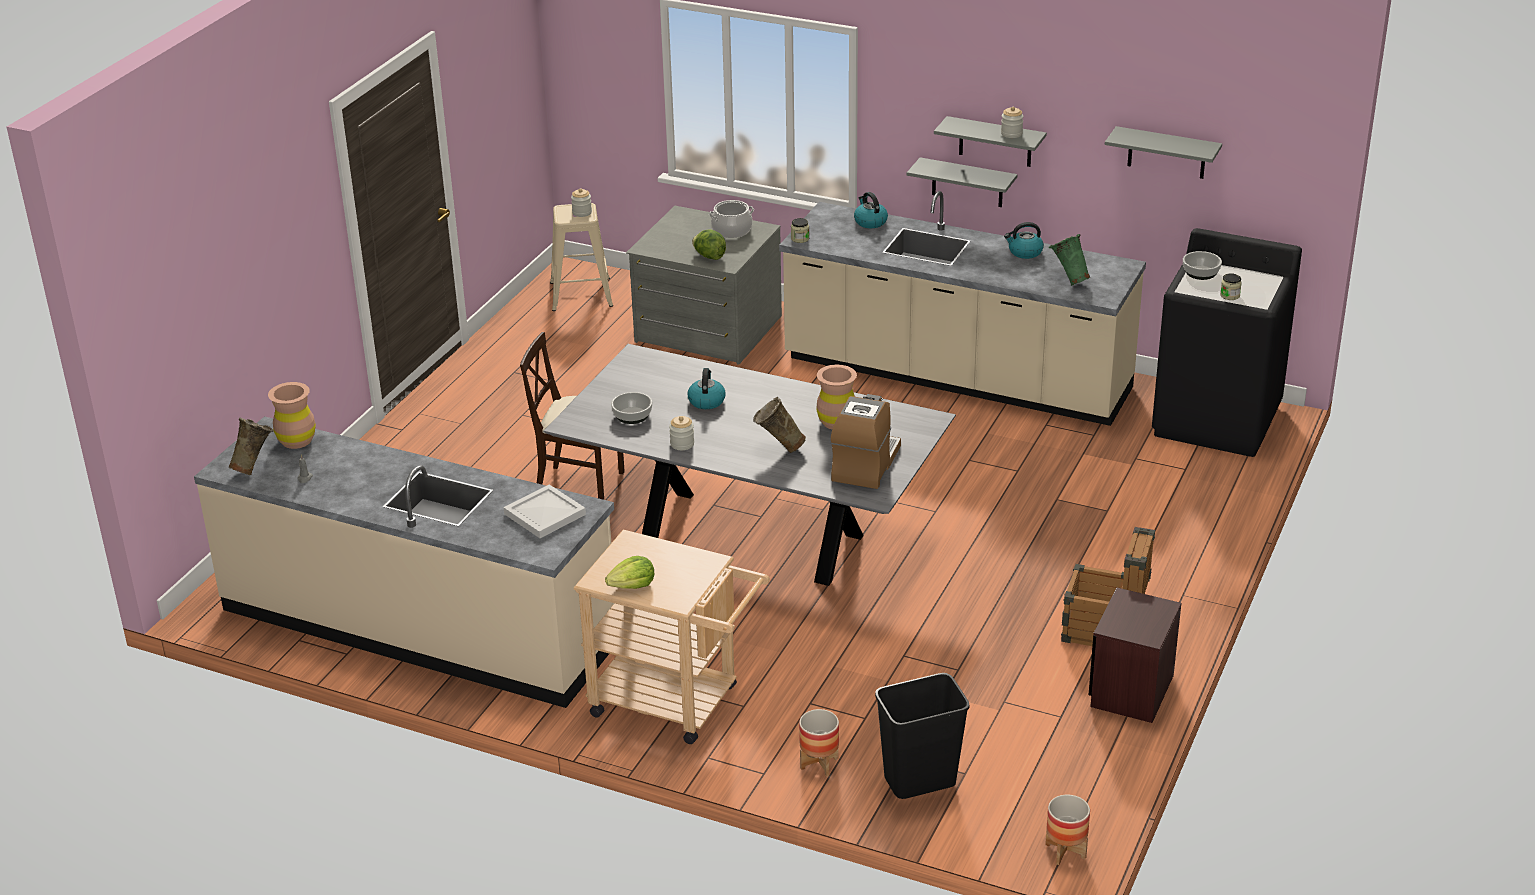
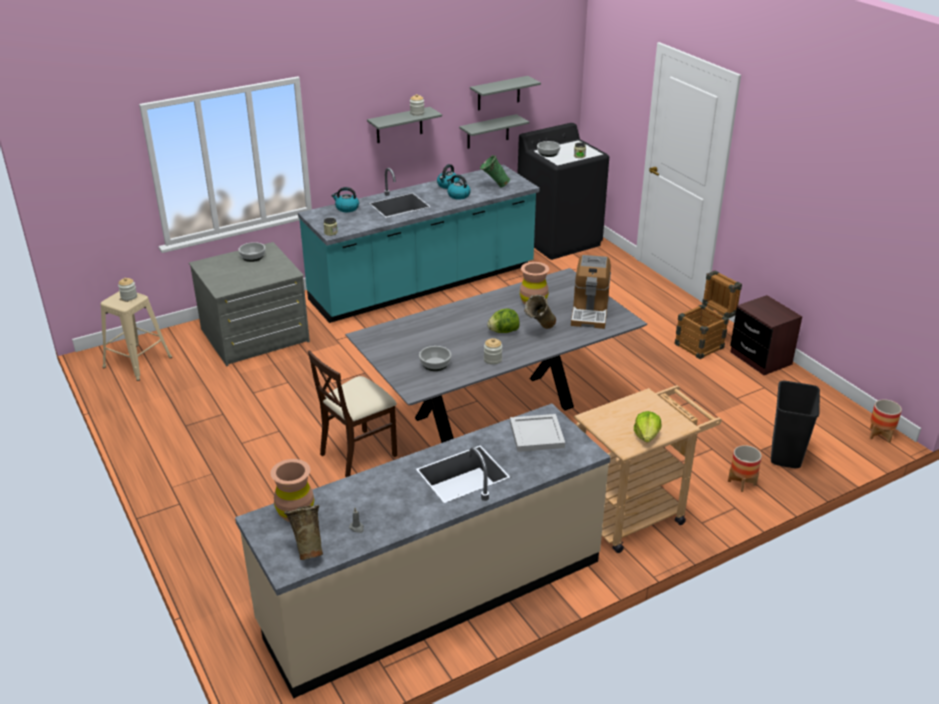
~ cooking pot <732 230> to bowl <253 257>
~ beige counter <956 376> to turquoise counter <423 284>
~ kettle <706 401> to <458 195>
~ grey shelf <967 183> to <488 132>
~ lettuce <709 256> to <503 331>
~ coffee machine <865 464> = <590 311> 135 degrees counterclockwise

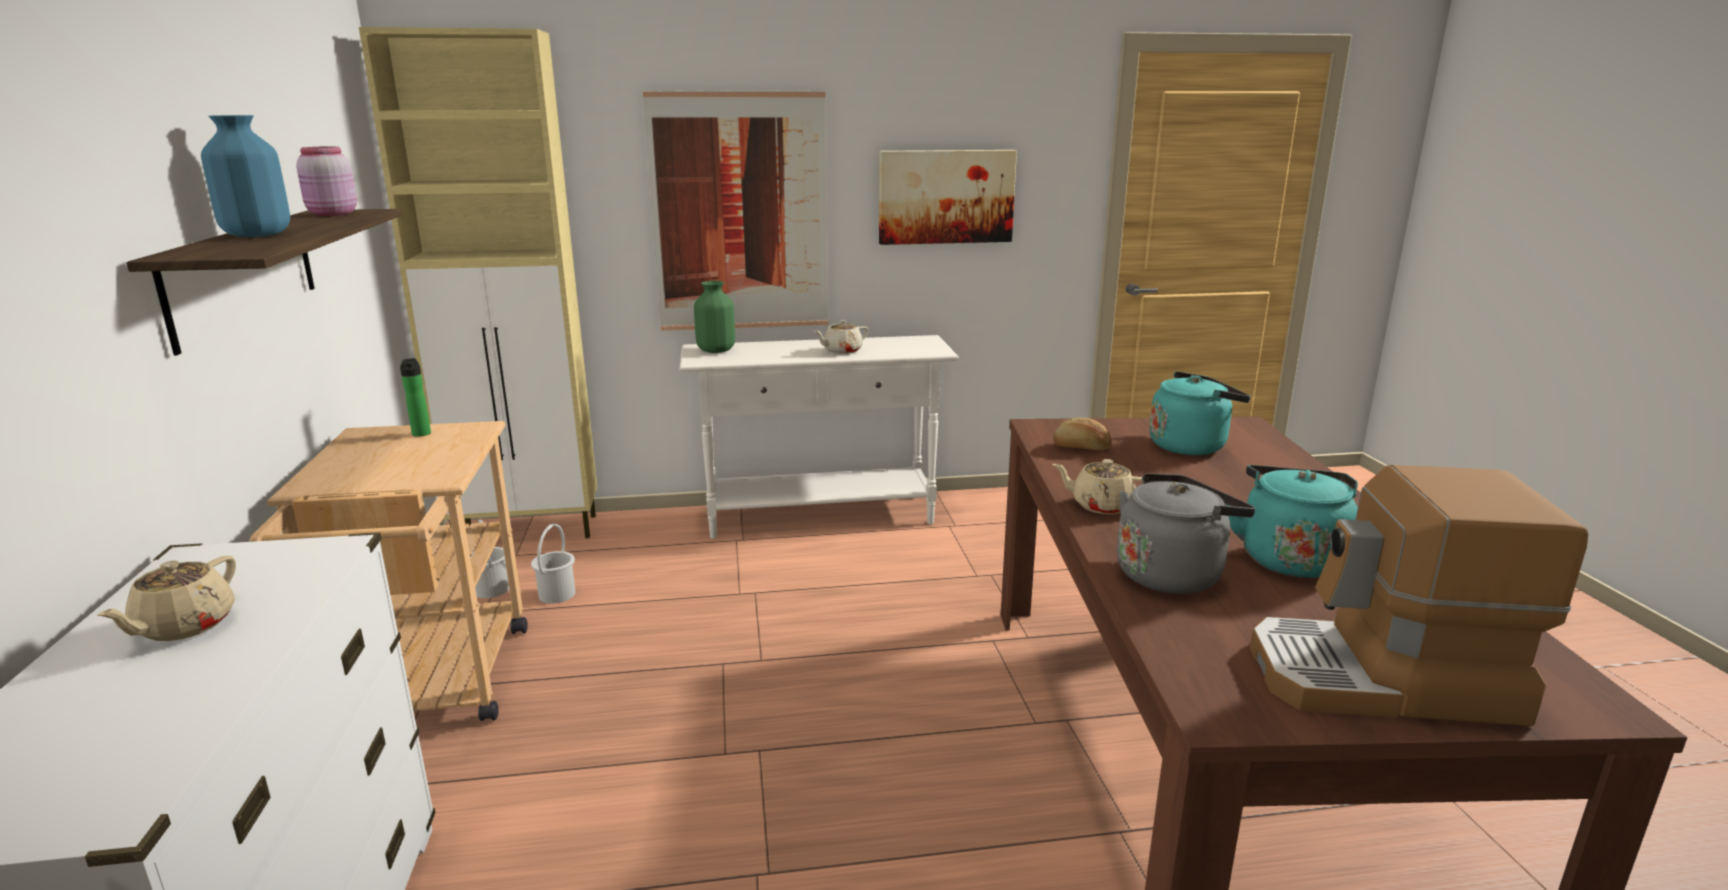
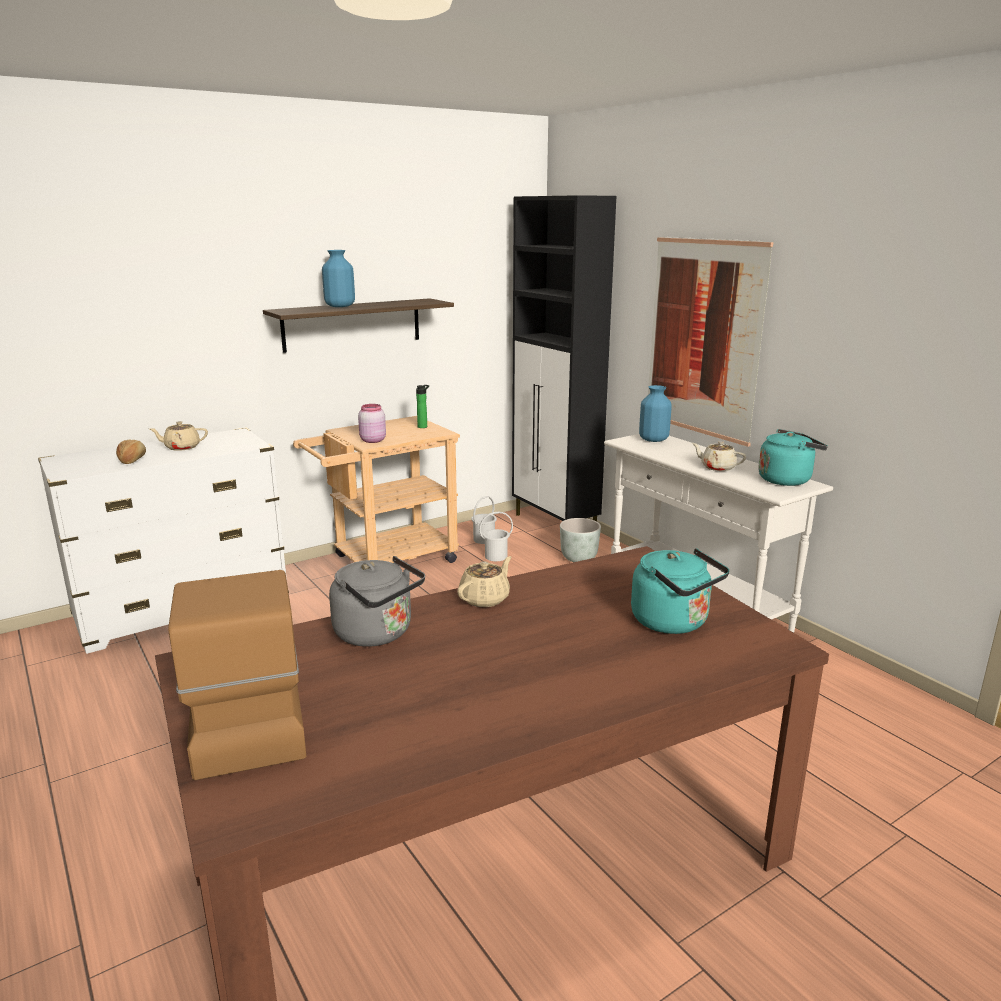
~ bread <1081 448> to <132 460>
~ pink jar <331 214> to <372 440>
~ beige teapot <1101 505> = <485 598> 45 degrees clockwise
~ beige cabinet <529 530> to black cabinet <555 524>
+ grey planter <578 559>
~ green vase <715 350> to blue vase <653 440>
~ turquoise kettle <1289 558> to <787 480>
- picture <946 196>

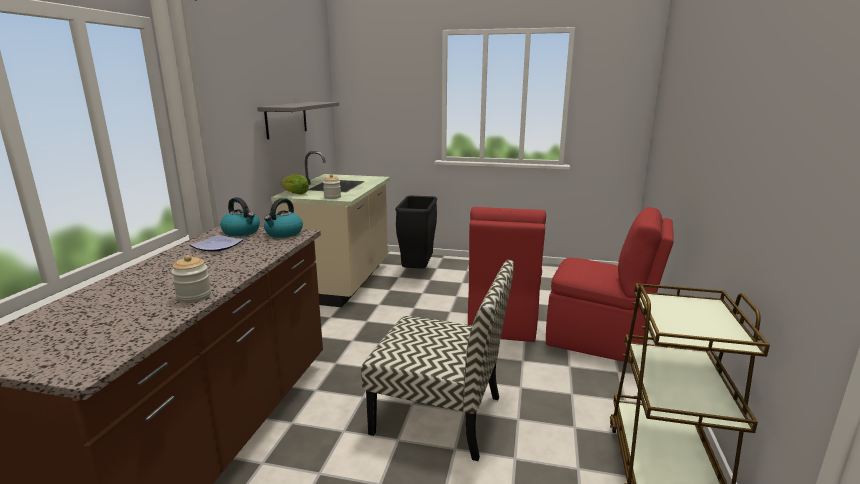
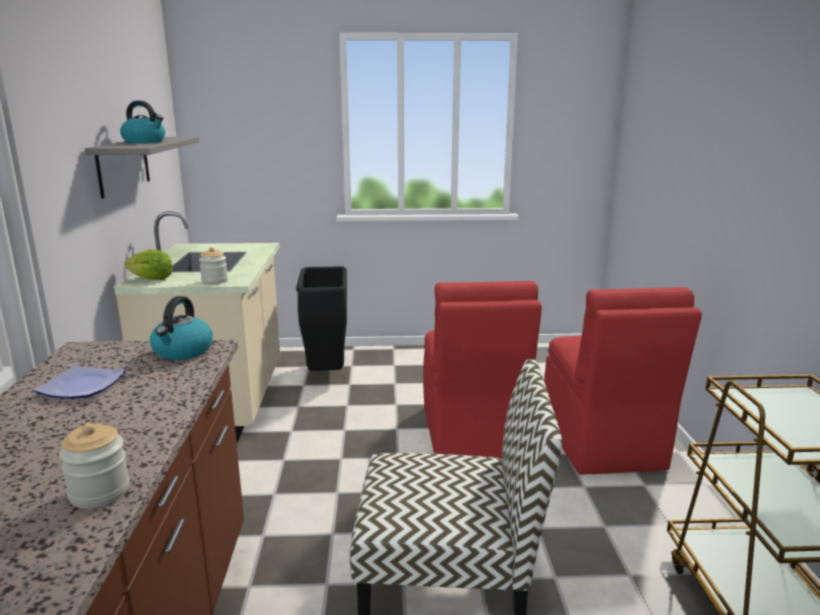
~ kettle <242 232> to <145 142>
~ red chair <598 340> = <602 444> 75 degrees clockwise

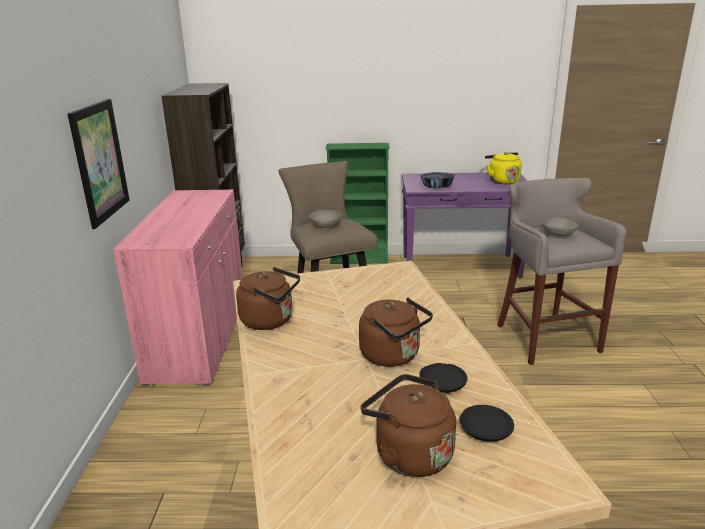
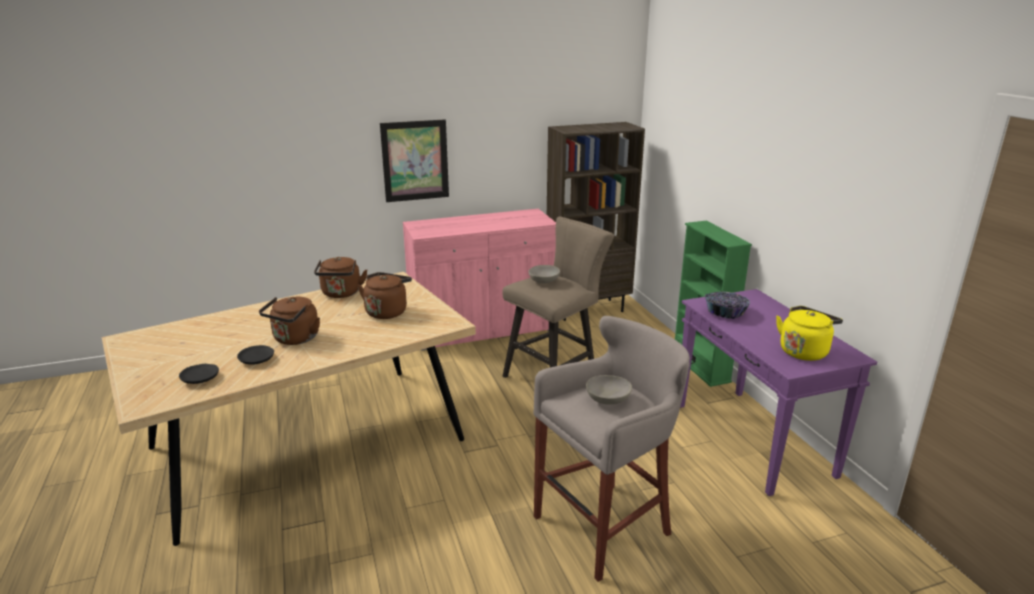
~ brown kettle <409 454> to <387 311>

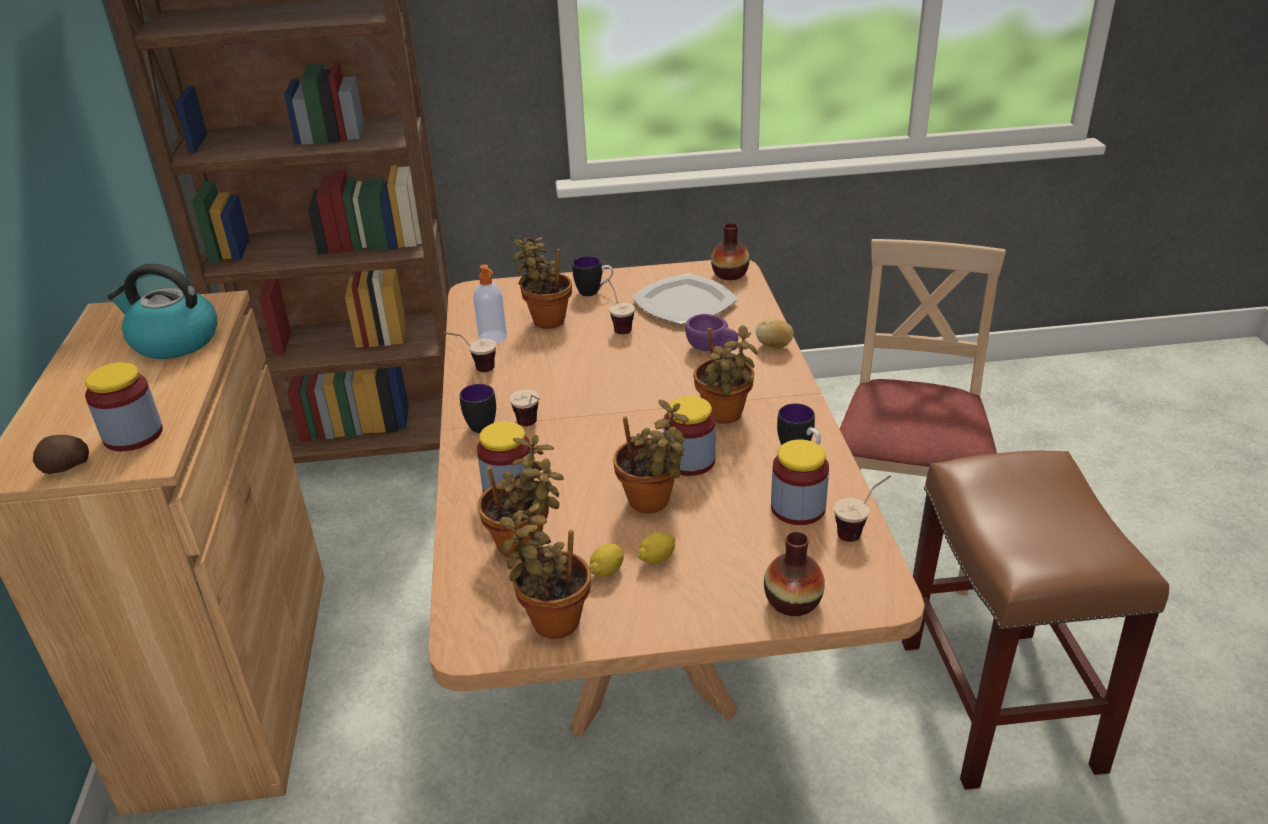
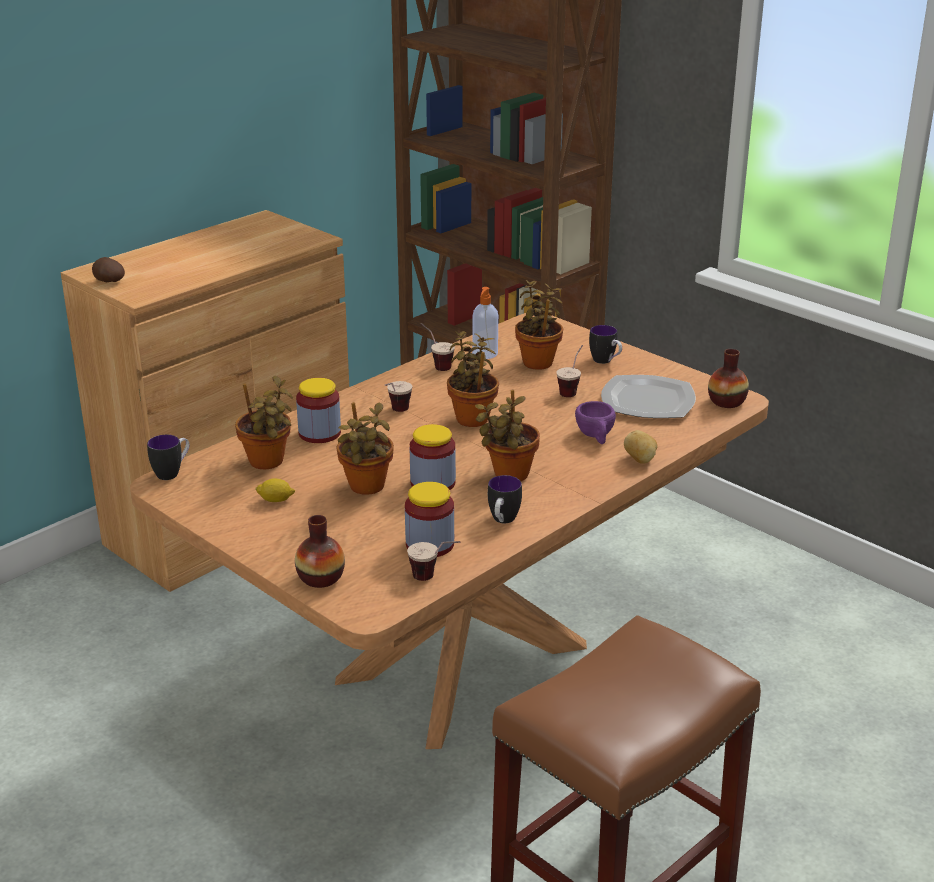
~ mug <481 423> to <172 472>
~ potted plant <552 619> to <472 417>
- jar <133 435>
- kettle <173 341>
- lemon <657 558>
- beige chair <900 539>

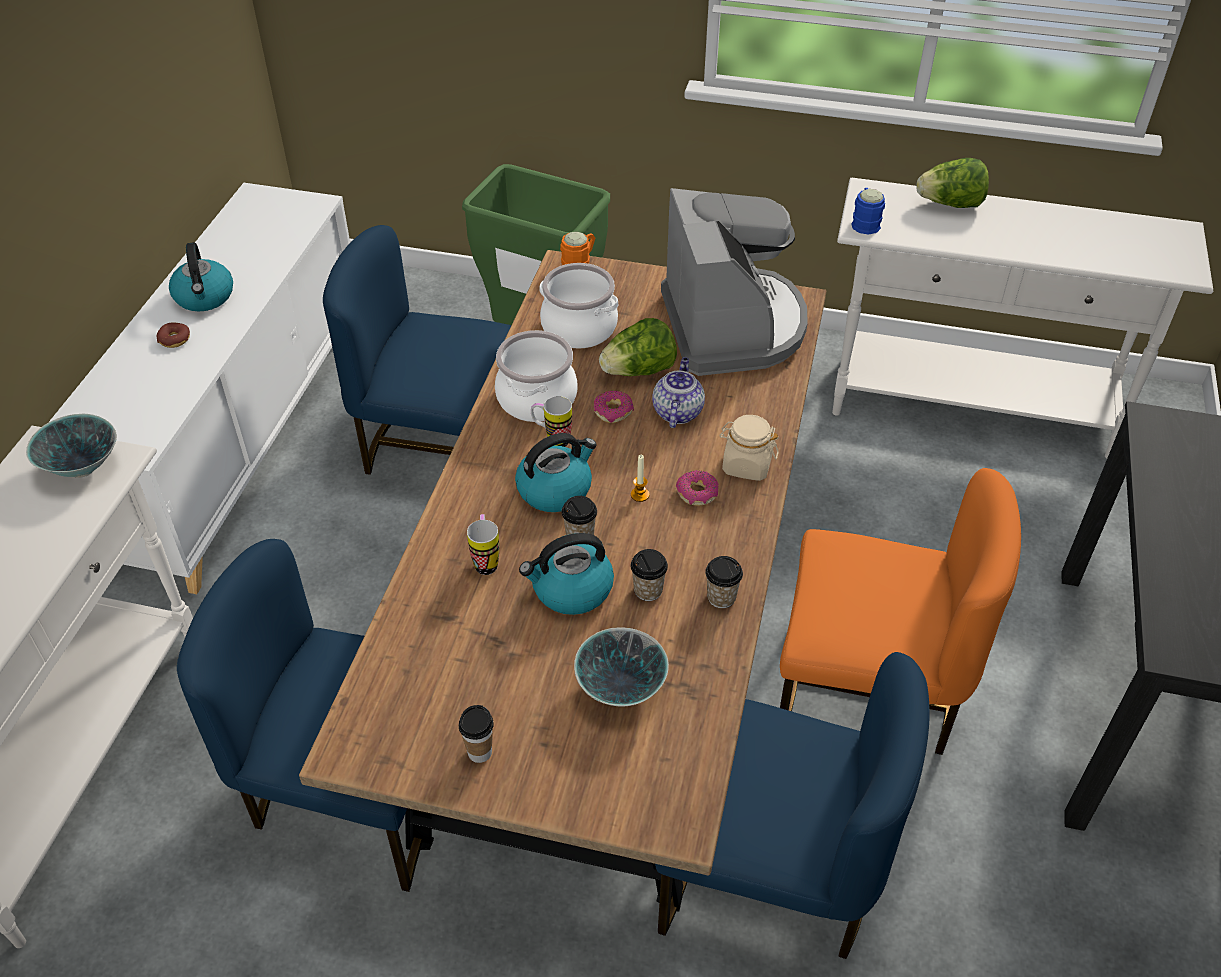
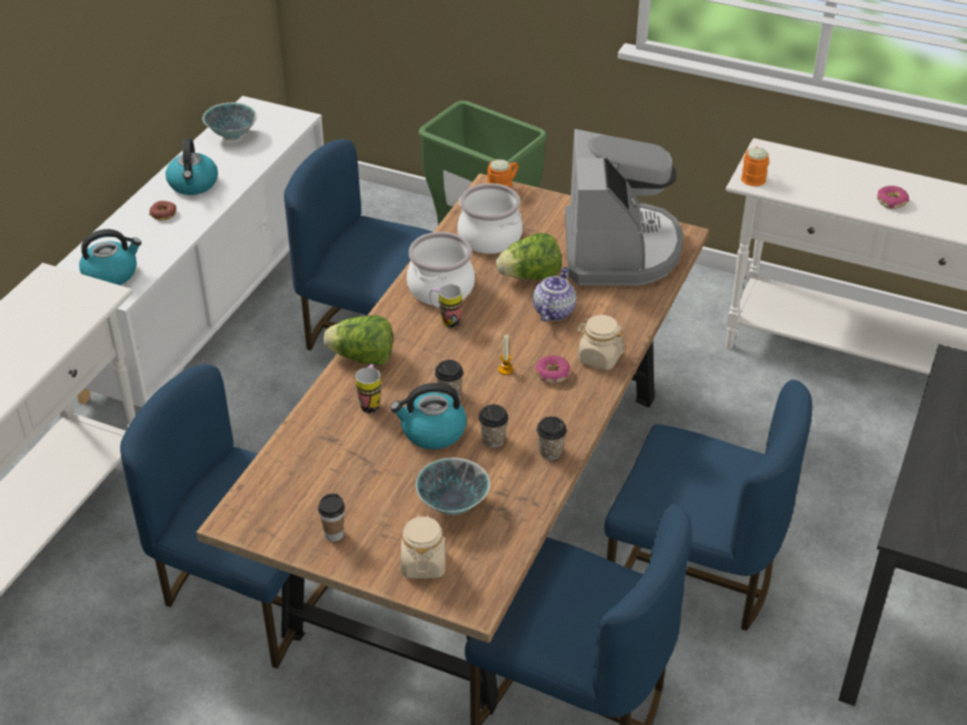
~ kettle <555 489> to <111 274>
~ bowl <81 468> to <231 136>
~ lettuce <950 204> to <362 358>
+ beige jar <423 563>
~ orange chair <865 694> to blue chair <693 575>
~ blue mug <865 222> to orange mug <753 176>
~ donut <613 411> to <891 202>

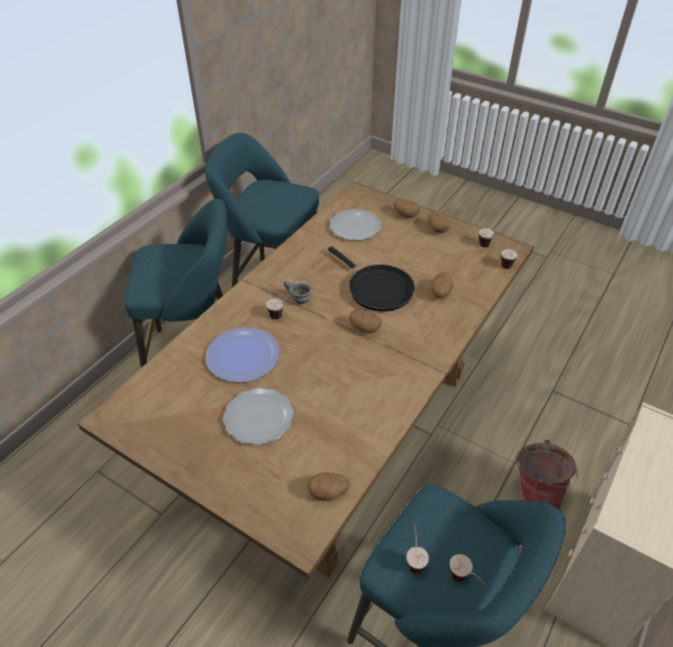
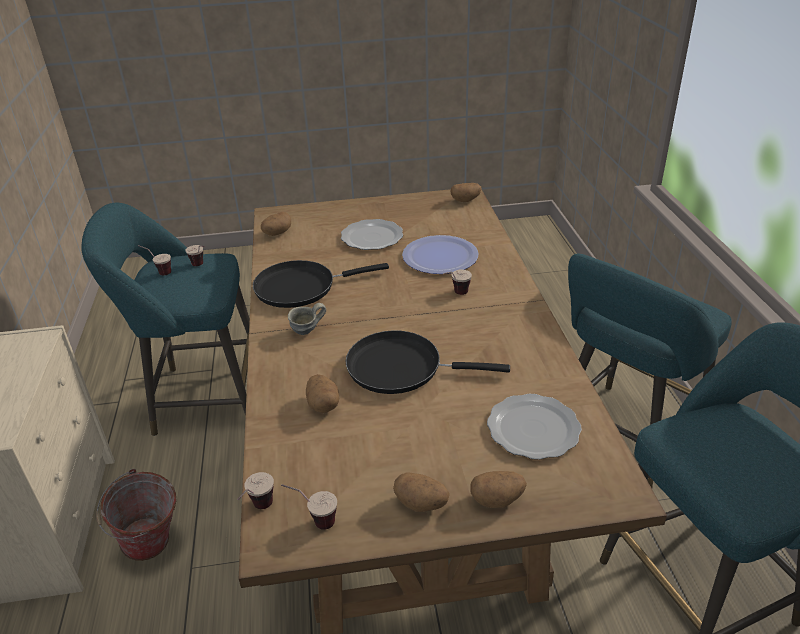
+ black frying pan <301 287>
~ grey mug <299 299> to <307 332>
~ potato <364 328> to <465 200>

